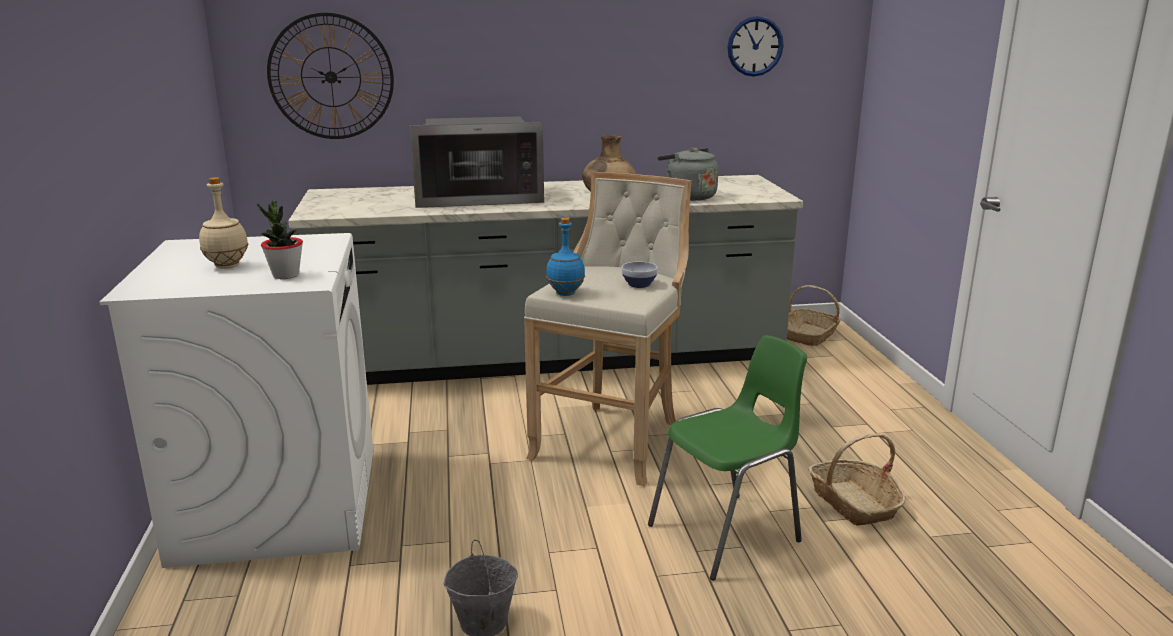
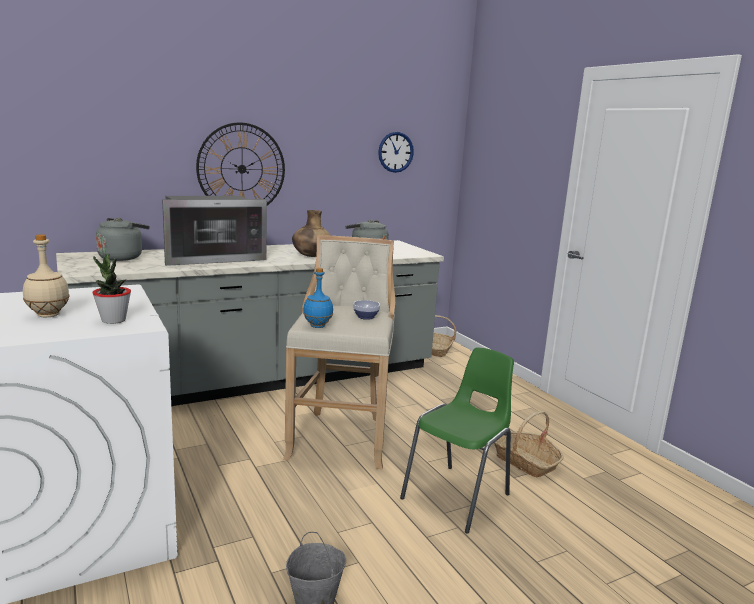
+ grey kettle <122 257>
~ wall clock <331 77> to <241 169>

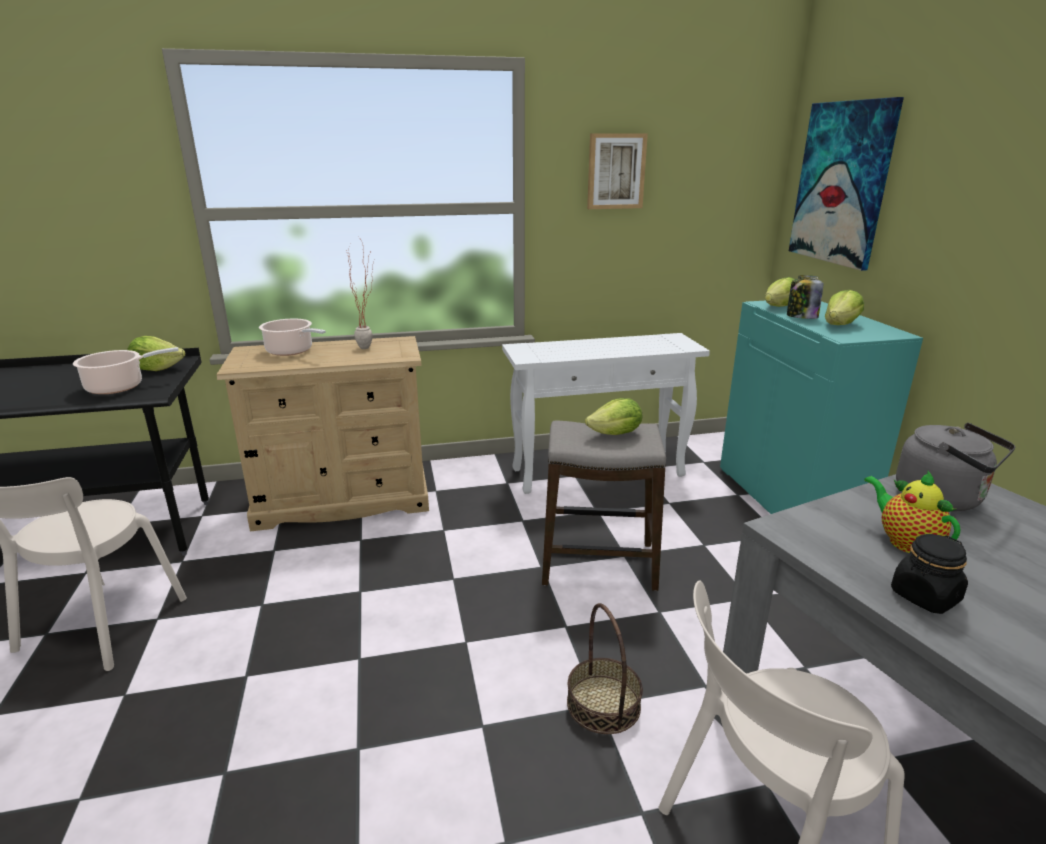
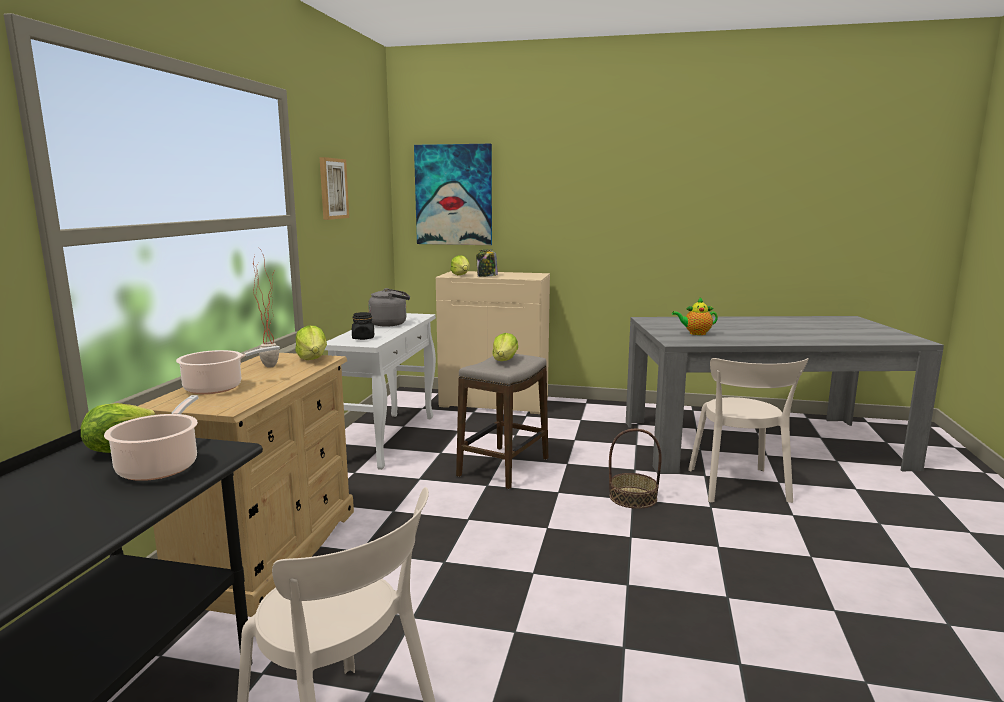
~ lettuce <840 325> to <312 358>
~ black jar <924 596> to <363 338>
~ grey kettle <943 499> to <391 324>
~ turquoise cabinet <791 499> to beige cabinet <495 402>

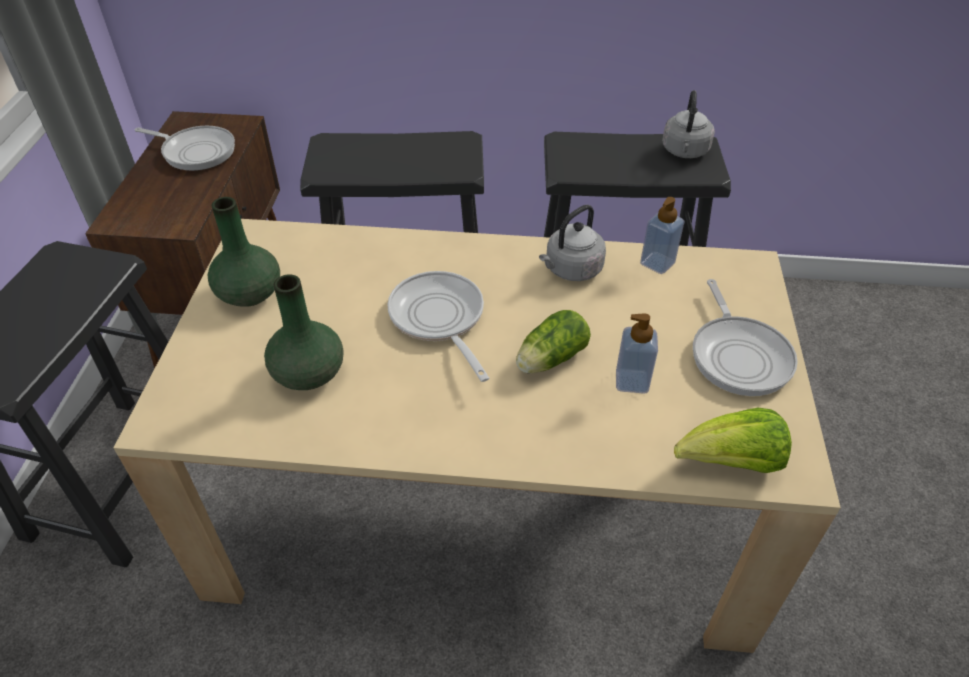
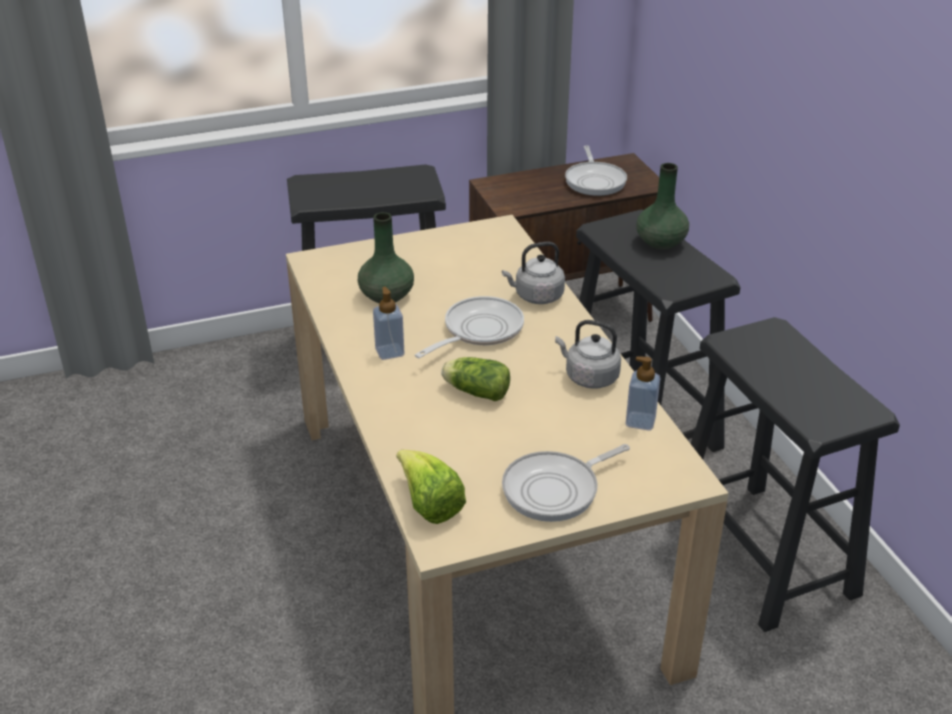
~ soap dispenser <631 381> to <389 352>
~ grey kettle <685 152> to <536 296>
~ green vase <249 293> to <660 242>

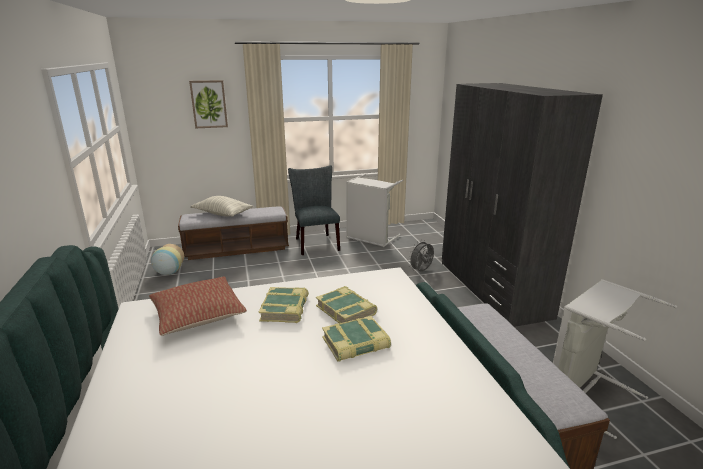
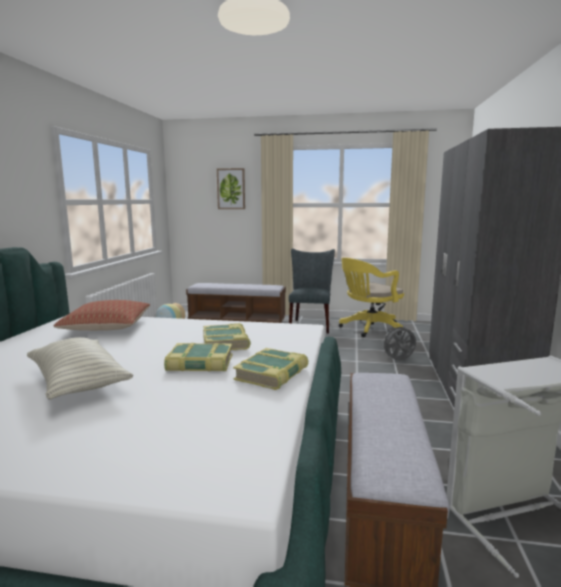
~ pillow <222 214> to <78 382>
~ book <285 309> to <272 374>
~ grey laundry basket <370 238> to yellow office chair <368 329>

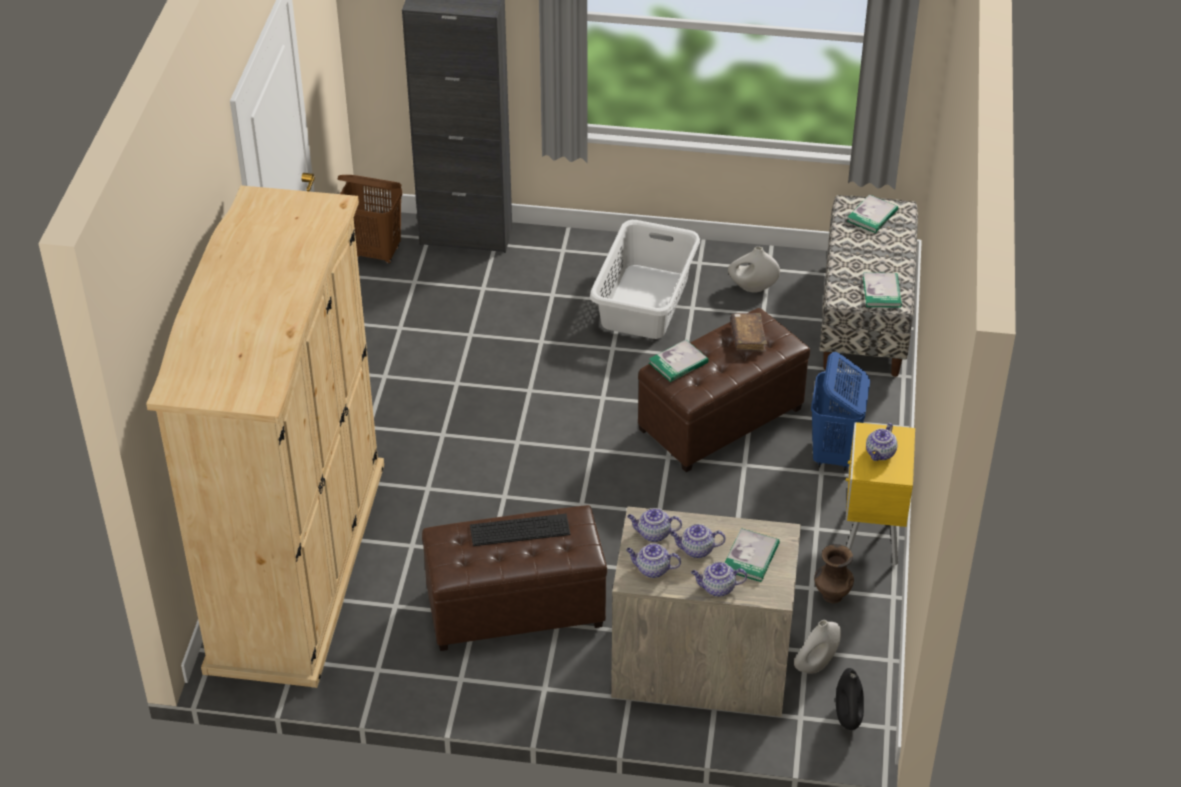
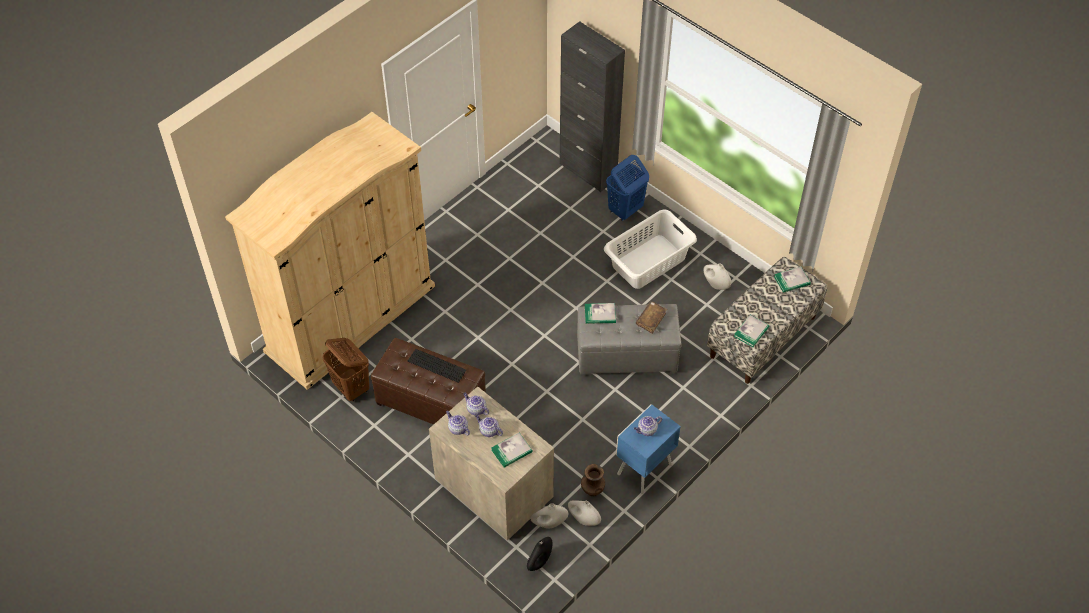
~ brown laundry basket <375 253> to <351 388>
+ white vase <584 519>
~ brown ottoman <721 419> to grey ottoman <626 356>
~ blue laundry basket <834 454> to <625 210>
~ yellow nightstand <870 537> to blue nightstand <643 470>
- teapot <717 588>

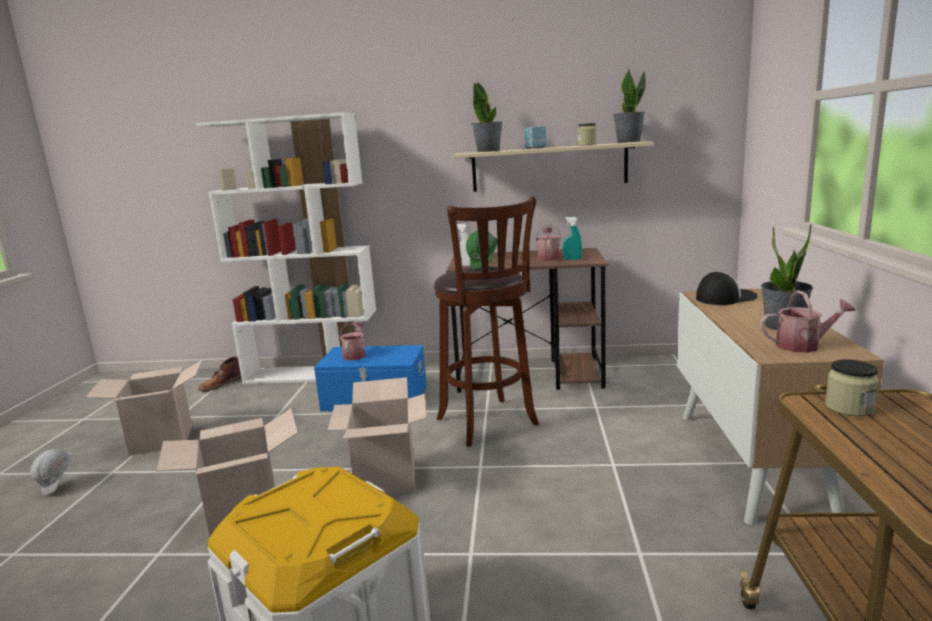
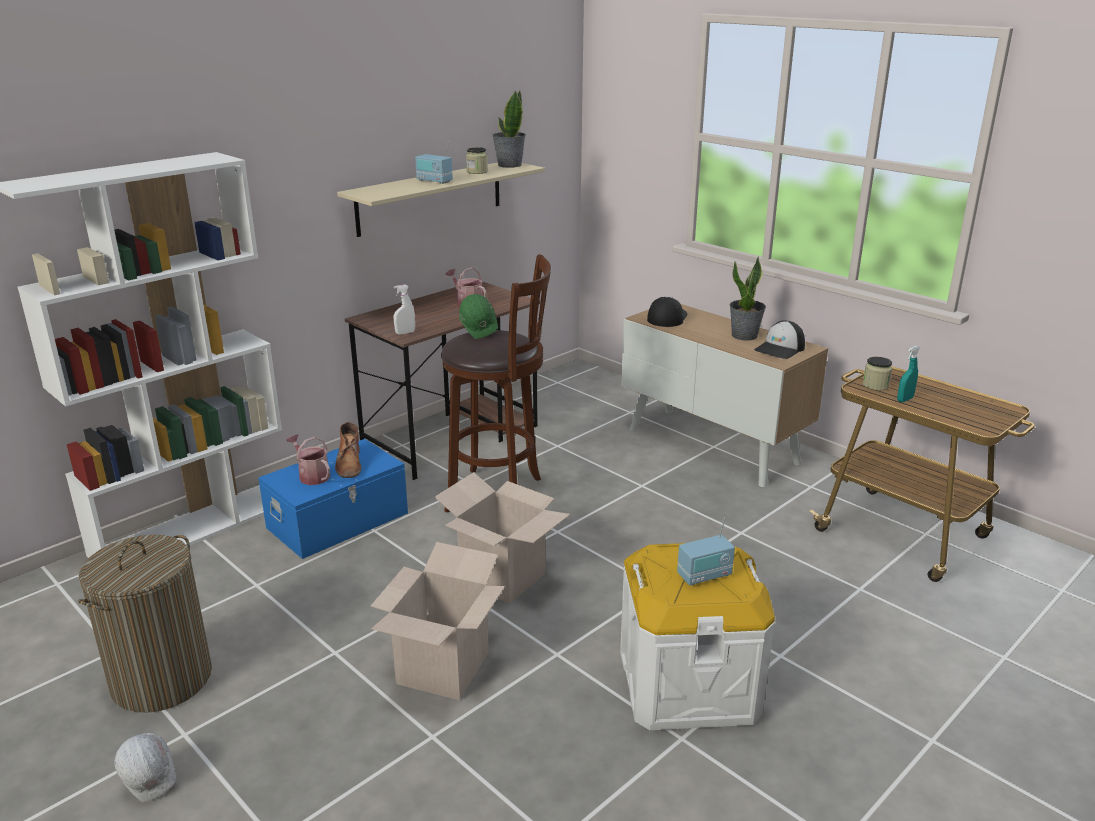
~ cardboard box <162 440> to laundry basket <162 679>
~ brown boot <221 383> to <349 463>
+ radio <704 576>
~ watering can <803 345> to cap <780 349>
~ turquoise spray bottle <572 259> to <905 399>
- potted plant <488 151>

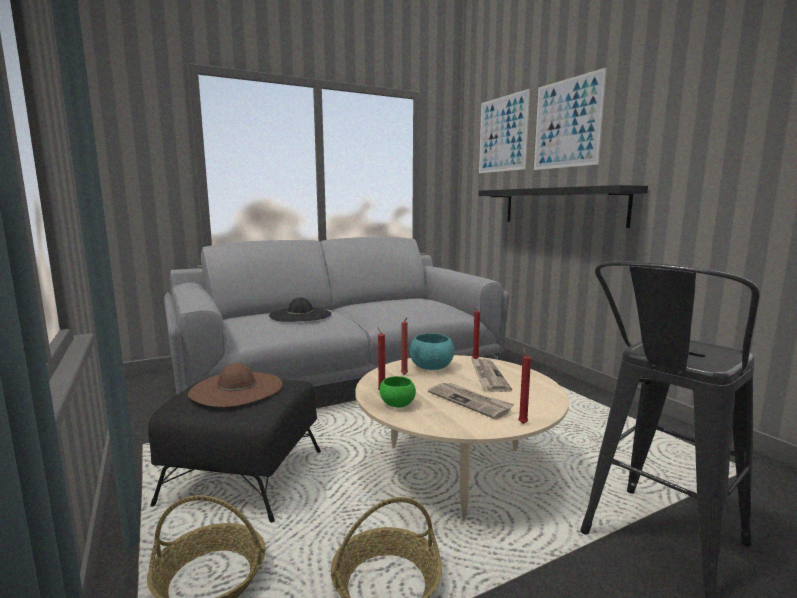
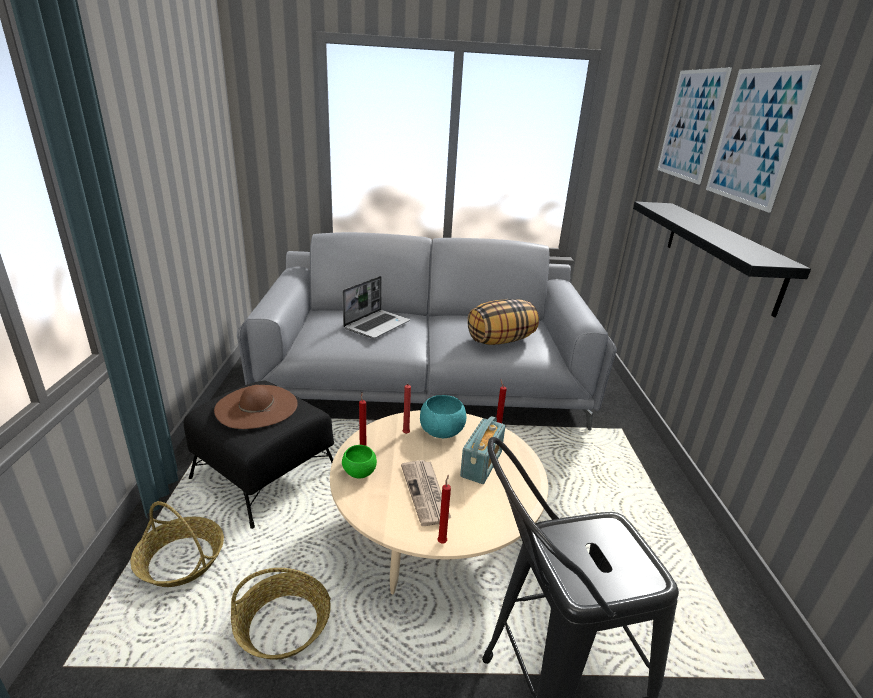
~ black hat <300 315> to laptop <377 325>
~ newspaper <487 376> to radio <481 464>
+ pillow <500 340>

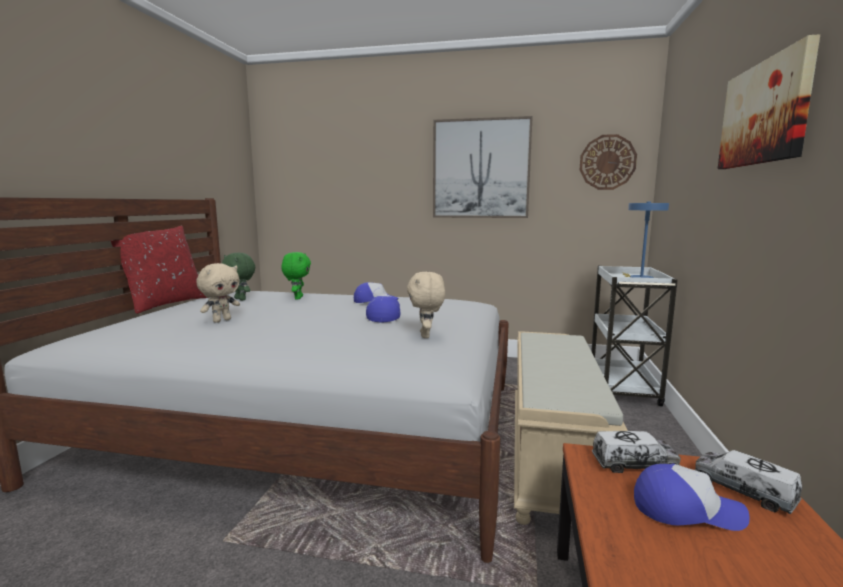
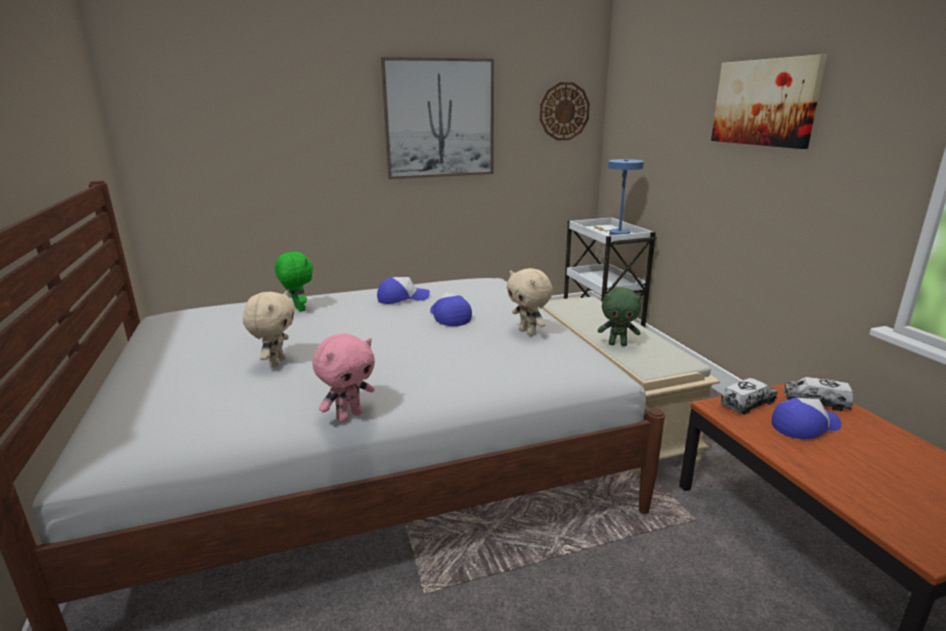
+ pink plush toy <349 416>
~ green plush toy <241 299> to <617 344>
- red pillow <165 304>

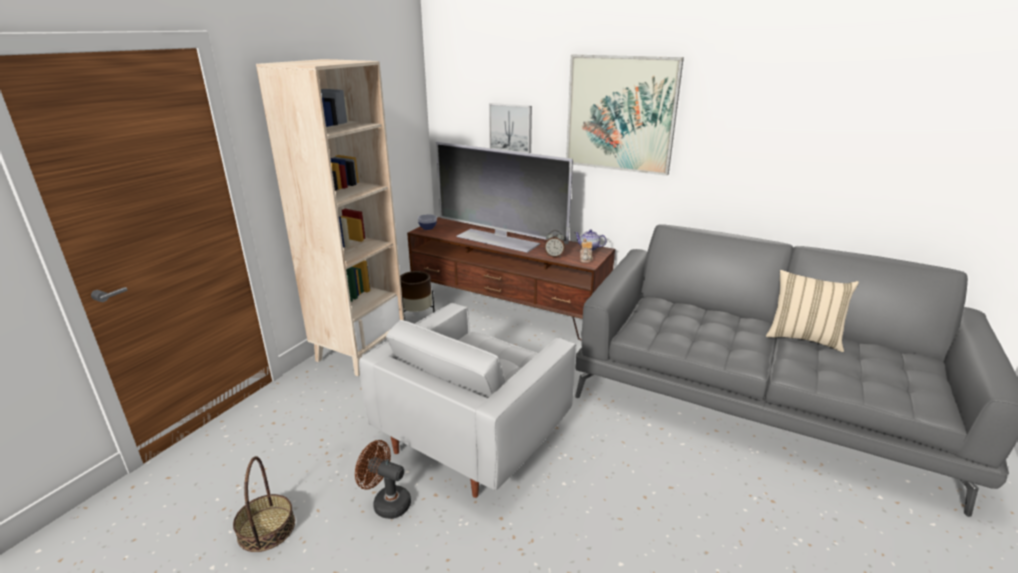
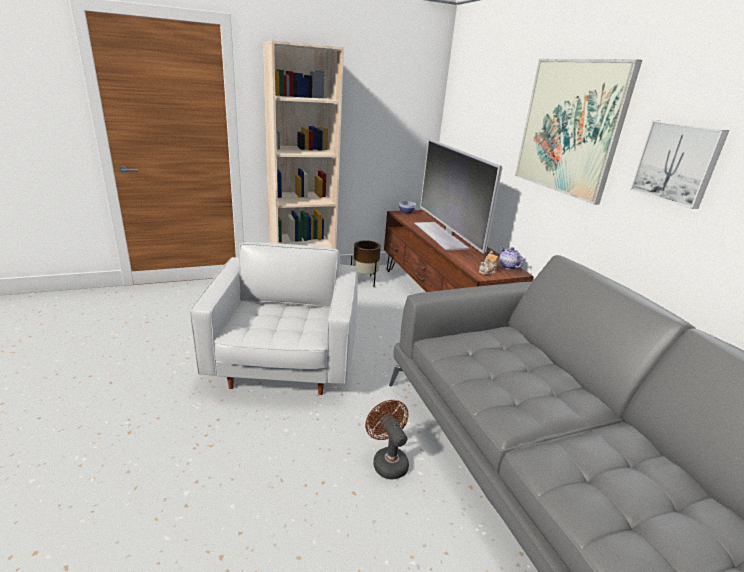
~ white armchair <474 434> = <285 364> 105 degrees clockwise
~ brown fan <386 503> to <387 461>
~ picture <511 127> to <677 163>
- basket <266 529>
- alarm clock <554 256>
- beige pillow <803 338>

